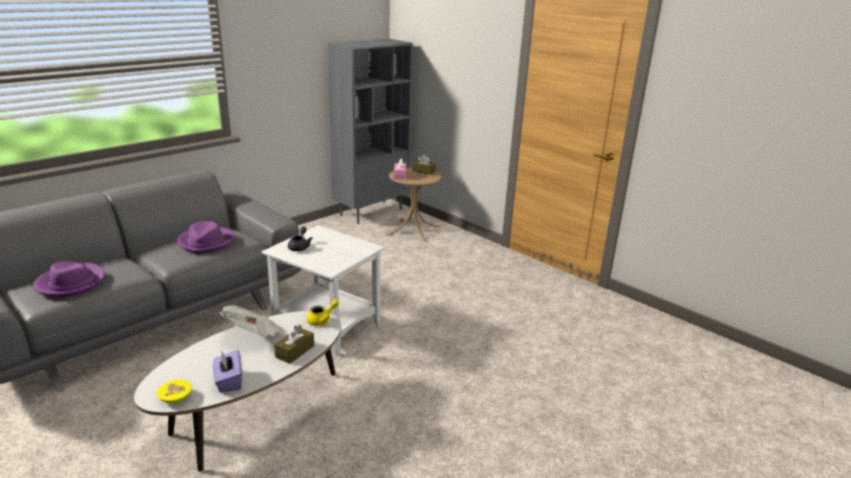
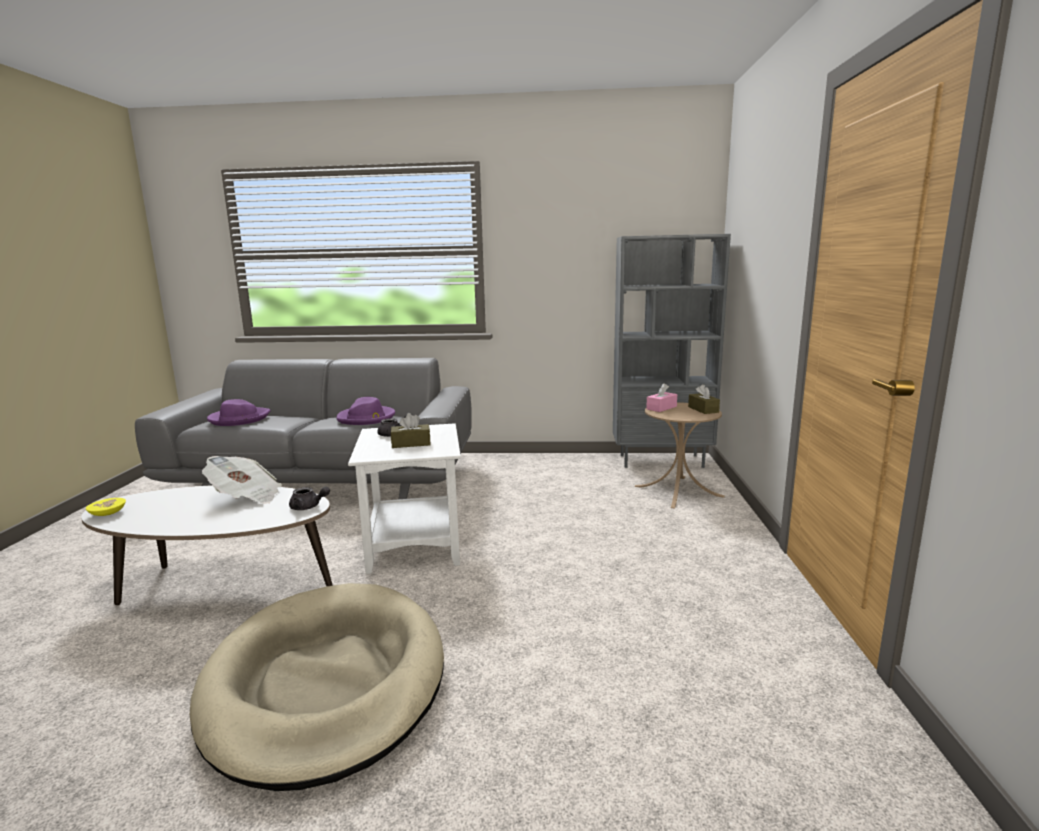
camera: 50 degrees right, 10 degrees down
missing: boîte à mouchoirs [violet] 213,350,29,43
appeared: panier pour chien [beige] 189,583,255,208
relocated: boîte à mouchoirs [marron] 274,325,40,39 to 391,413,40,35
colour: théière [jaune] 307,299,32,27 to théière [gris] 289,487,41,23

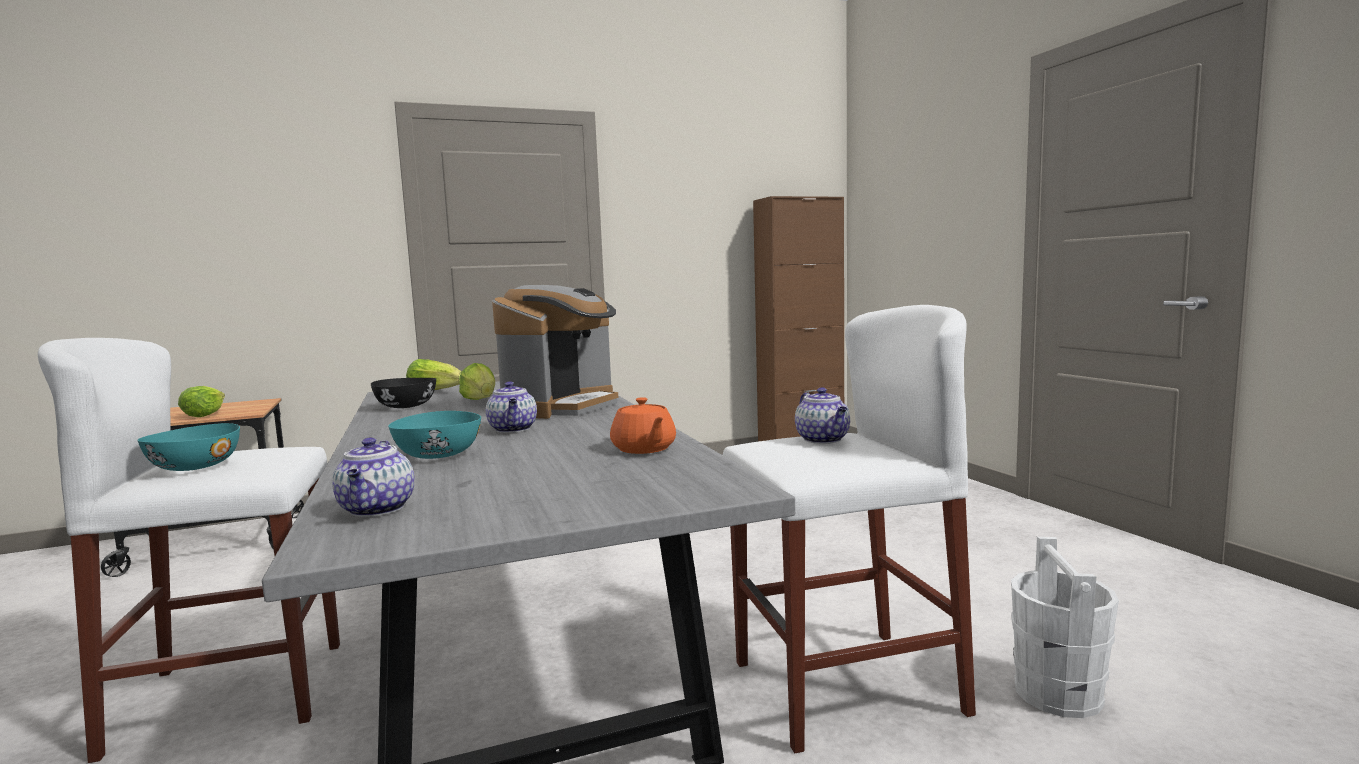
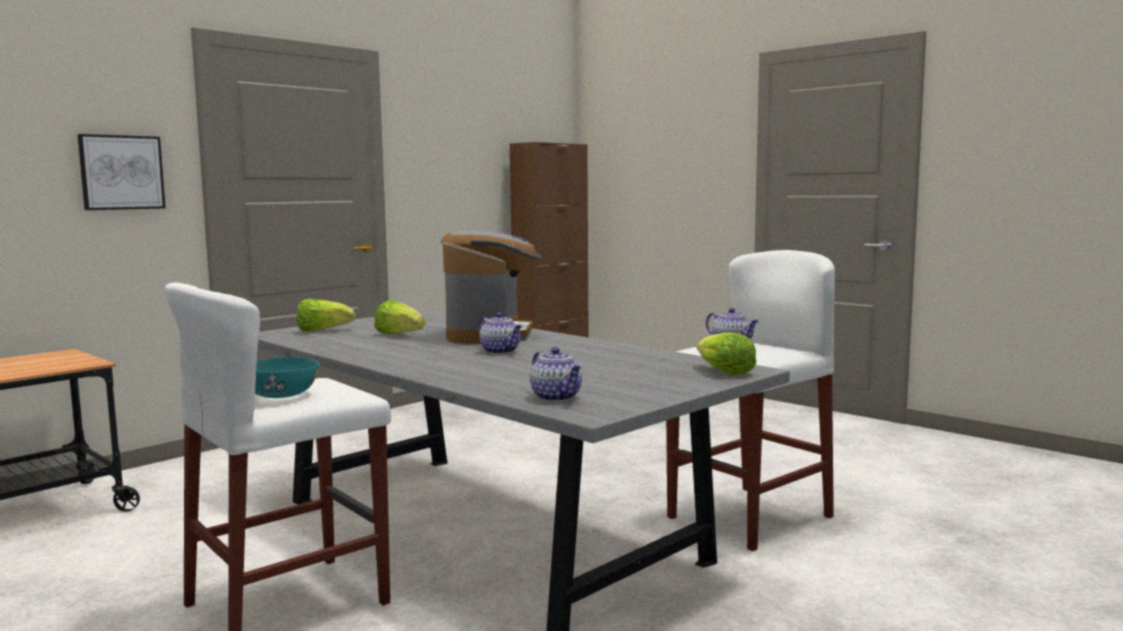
camera: 25 degrees left, 0 degrees up
missing: bol [noir] 371,378,65,30; bol [turquoise] 388,411,93,48; théière [orange] 610,397,66,57; seau [blanc] 1011,537,108,181
appeared: tableau 77,134,89,76
relocated: laitue 178,386,47,31 to 696,332,60,43

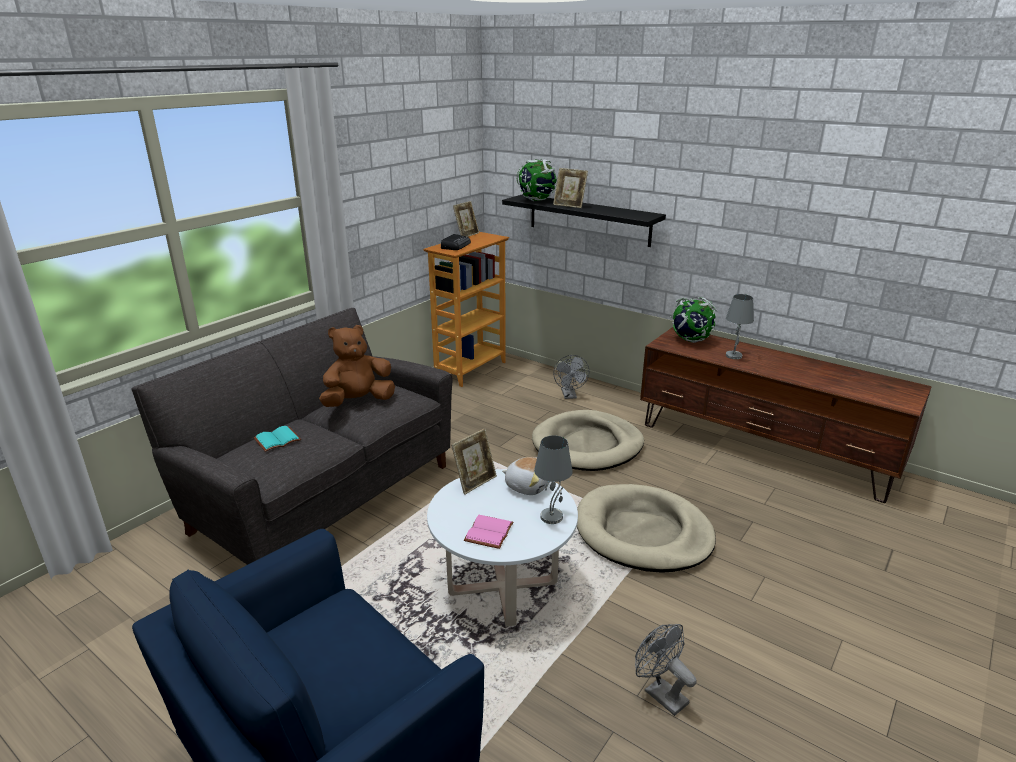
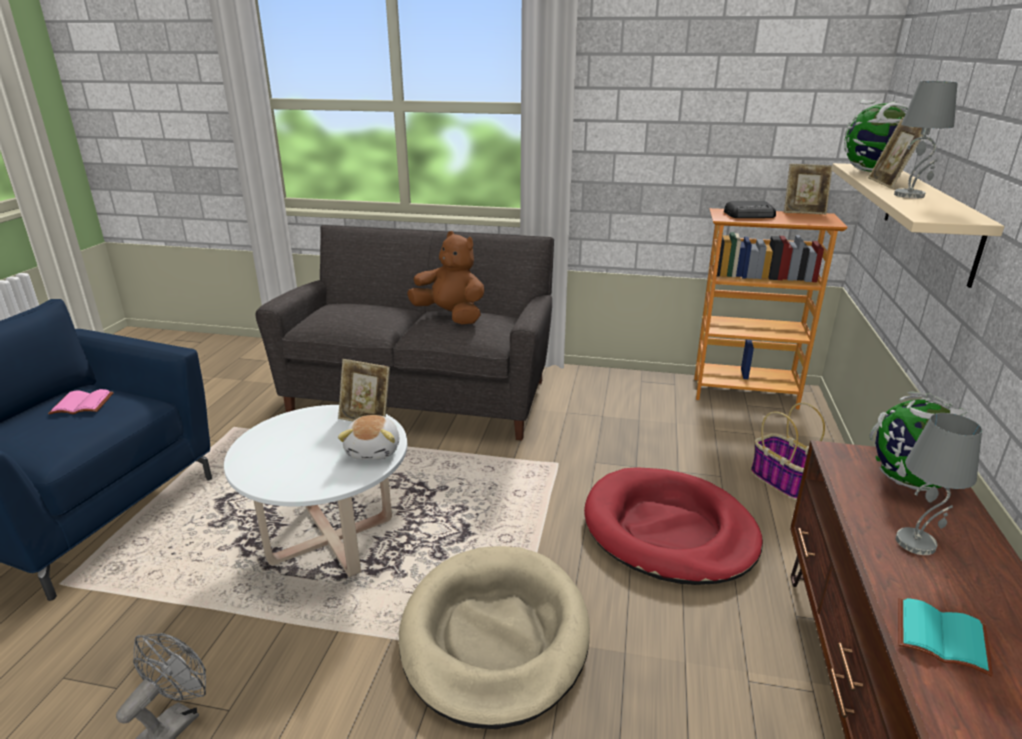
camera: 65 degrees right, 0 degrees up
relocated: livre [turquoise] 254,426,47,26 to 898,598,95,78; livre [rose] 464,515,50,34 to 48,389,66,25; lampe de table [gris] 534,435,39,89 to 894,81,64,117
exchanged: ventilateur [gris] 553,355,36,44 to panier 751,403,74,98
colour: étagère [noir] 502,194,164,53 to étagère [beige] 832,163,172,125; panier pour chien [beige] 532,410,112,61 to panier pour chien [rouge] 584,467,179,118

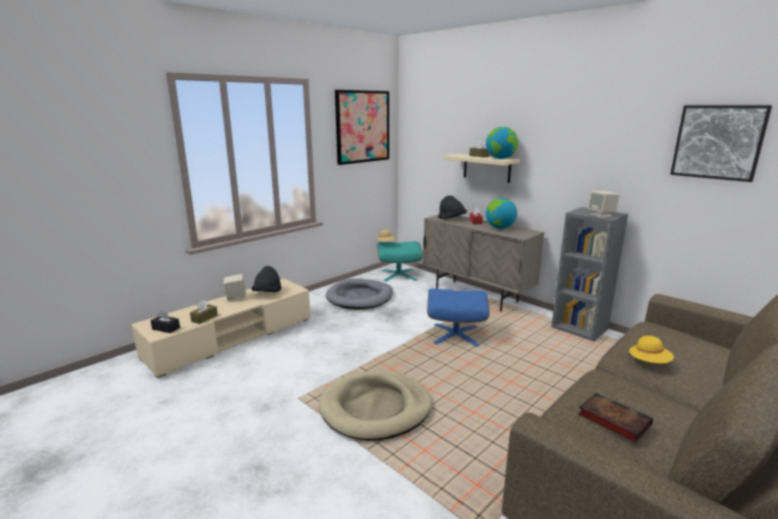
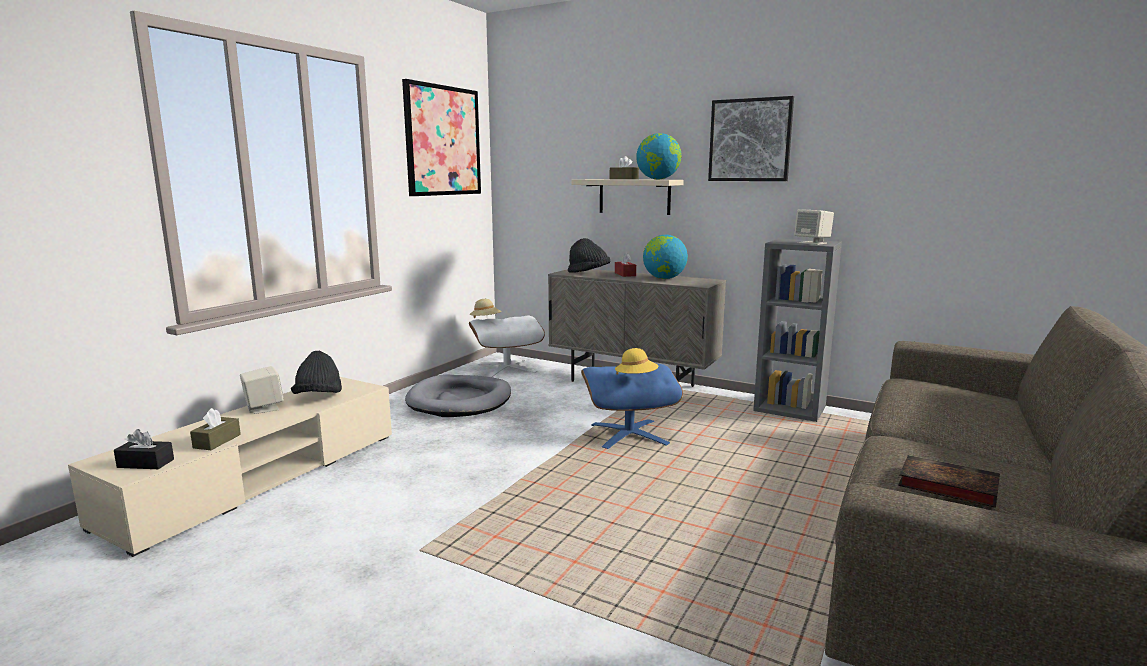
camera: 15 degrees left, 5 degrees down
missing: panier pour chien [beige] 319,370,113,71
relocated: chapeau [jaune] 628,336,46,27 to 615,348,43,26; tableau 670,105,102,77 to 708,96,86,85
colour: pouf [turquoise] 377,241,46,41 to pouf [blanc] 469,316,76,61

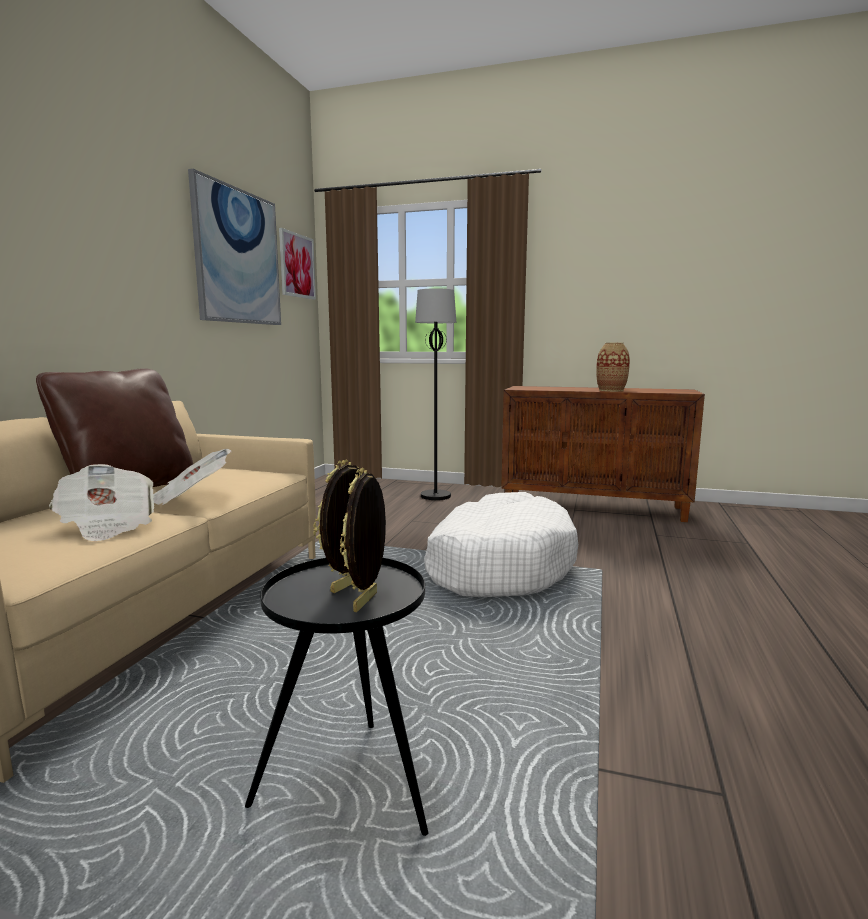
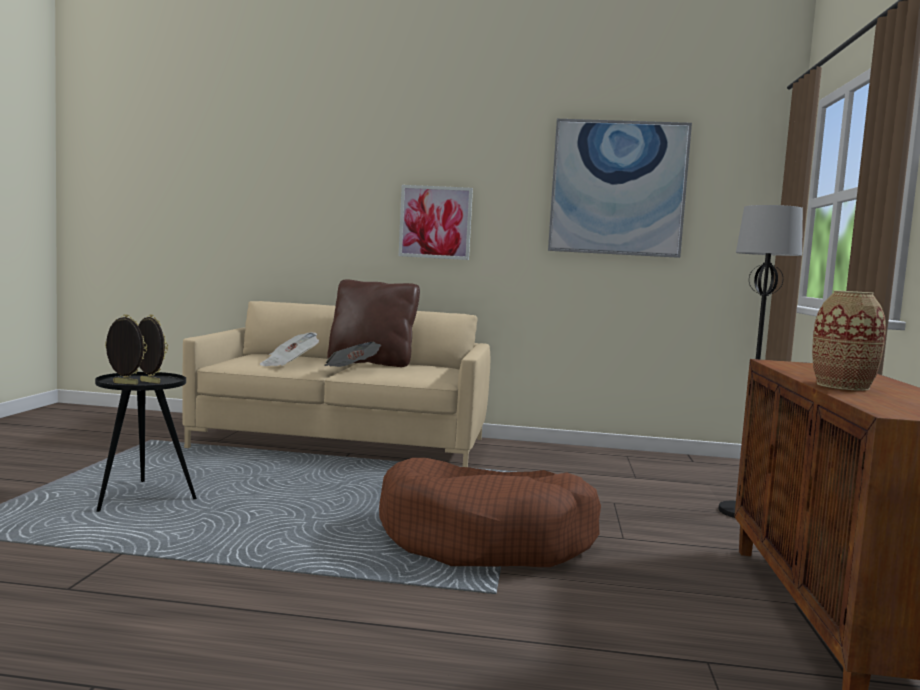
camera: 80 degrees right, 5 degrees down
relocated: tableau 279,228,37,72 to 399,185,74,75
colour: panier pour chien [blanc] 424,492,154,105 to panier pour chien [marron] 379,458,222,109

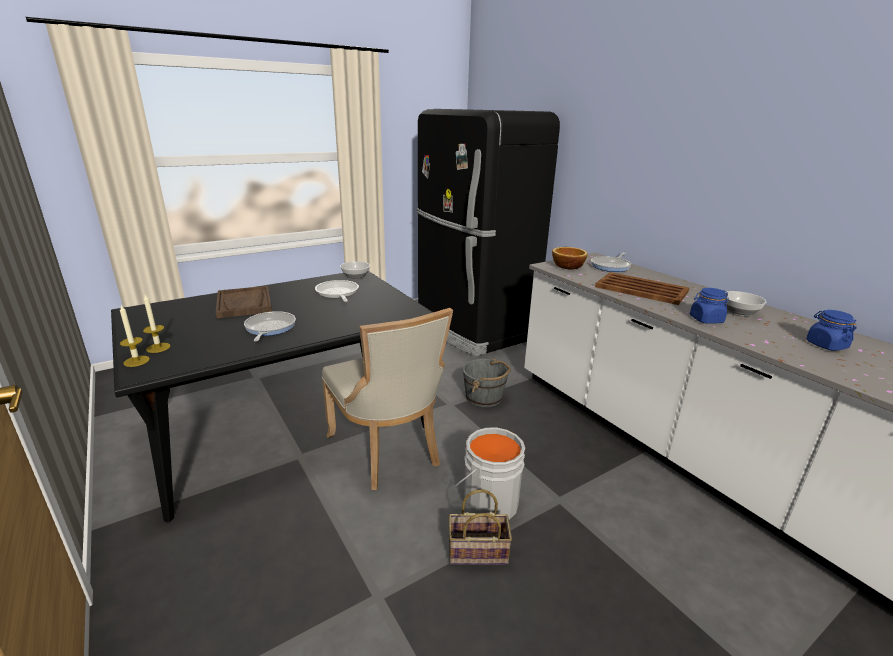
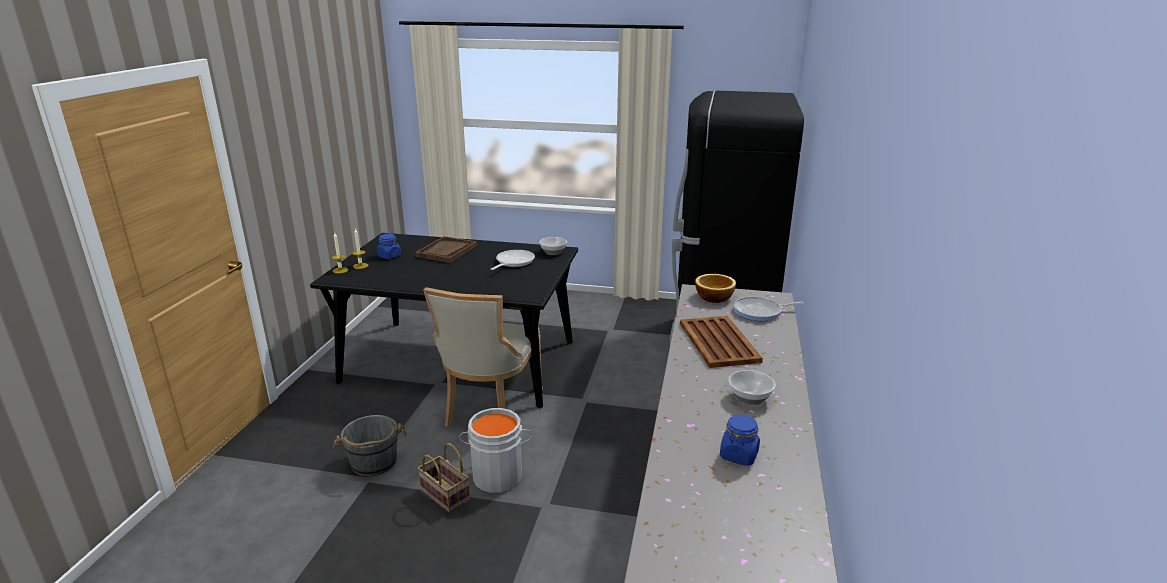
camera: 45 degrees right, 0 degrees up
missing: poêle 244,311,52,31
relocated: seau [gris] 463,359,48,48 to 333,415,74,62; bocal [bleu] 690,288,39,36 to 377,234,24,25

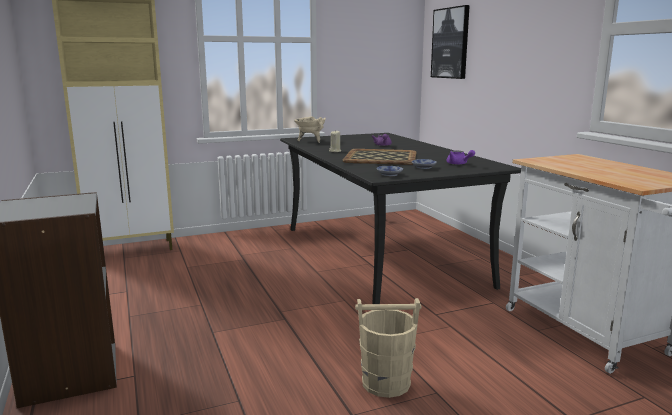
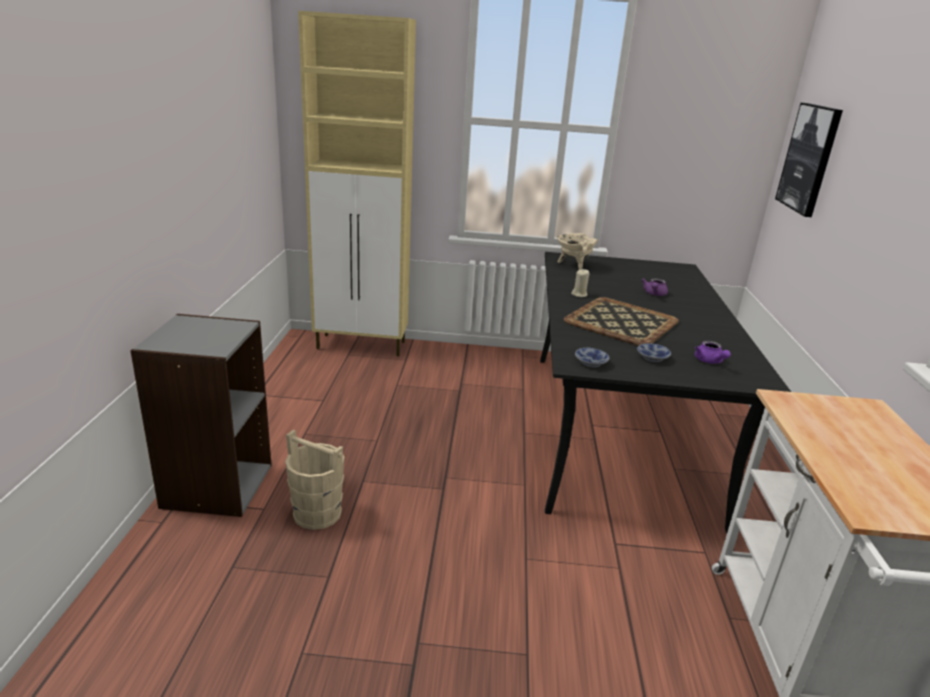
camera: 25 degrees right, 10 degrees up
relocated: seau [beige] 355,298,66,100 to 285,430,59,100

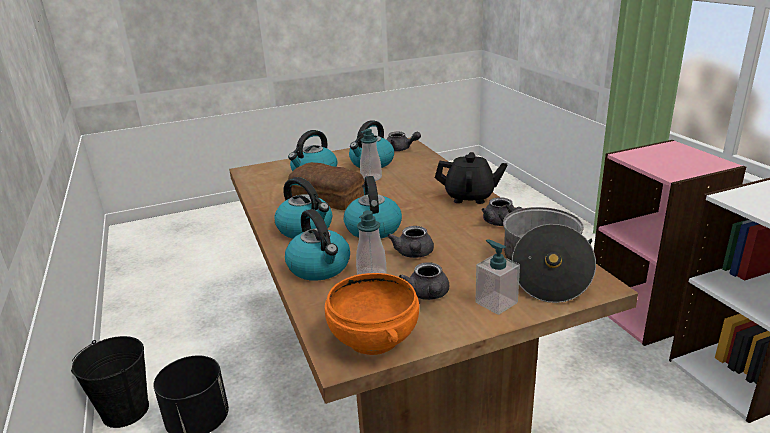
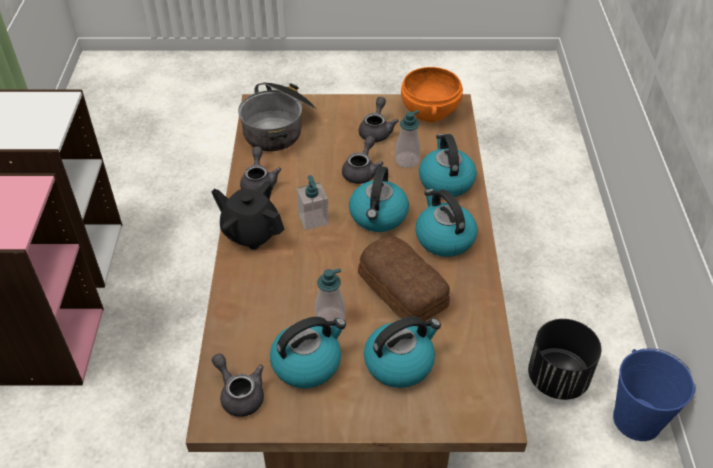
camera: 160 degrees left, 20 degrees up
relocated: distributeur de savon 475,239,45,76 to 297,175,32,55
colour: seau [noir] 71,336,78,92 to seau [bleu] 613,348,83,93

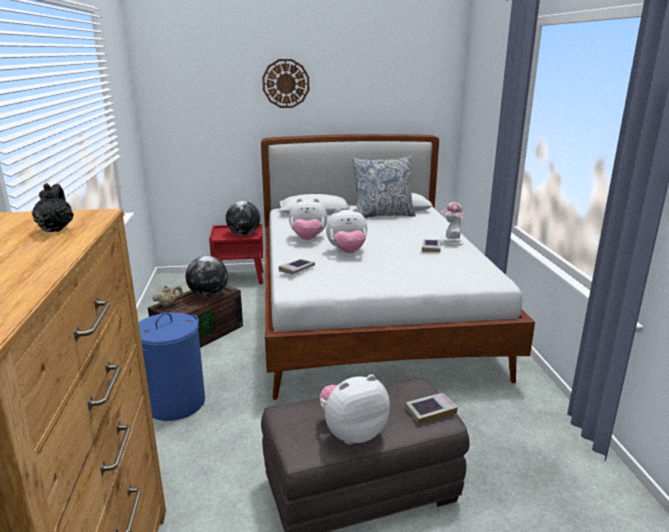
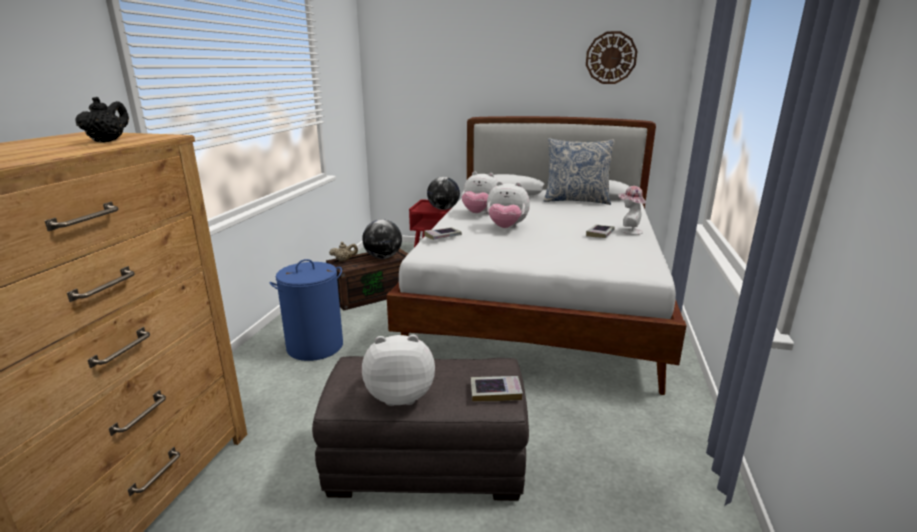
camera: 20 degrees right, 0 degrees up
relocated: horloge murale 262,59,47,49 to 586,31,51,53

